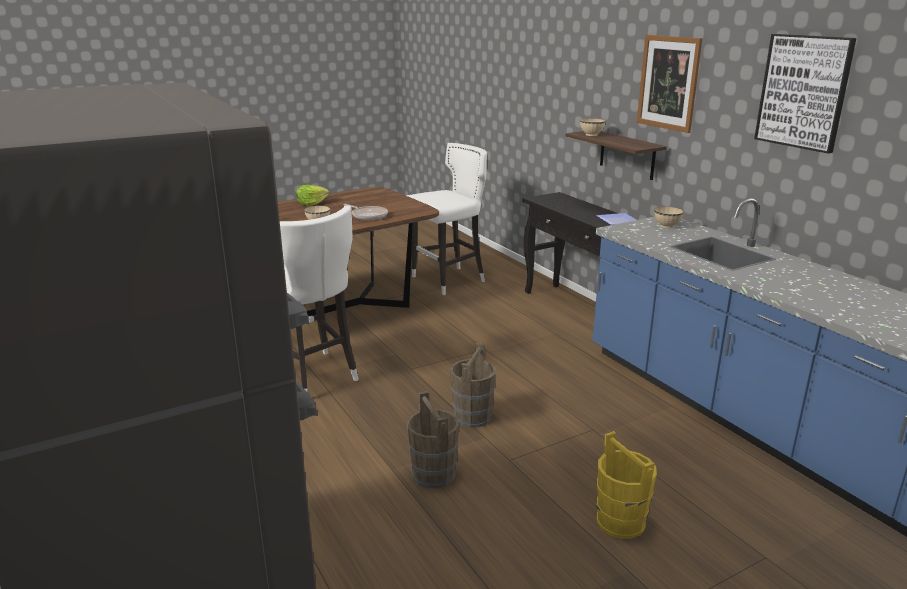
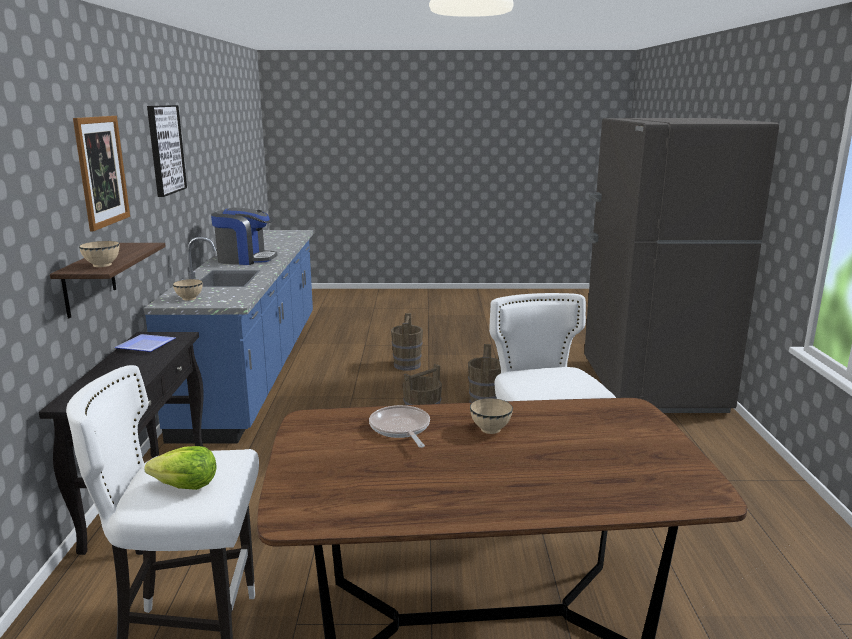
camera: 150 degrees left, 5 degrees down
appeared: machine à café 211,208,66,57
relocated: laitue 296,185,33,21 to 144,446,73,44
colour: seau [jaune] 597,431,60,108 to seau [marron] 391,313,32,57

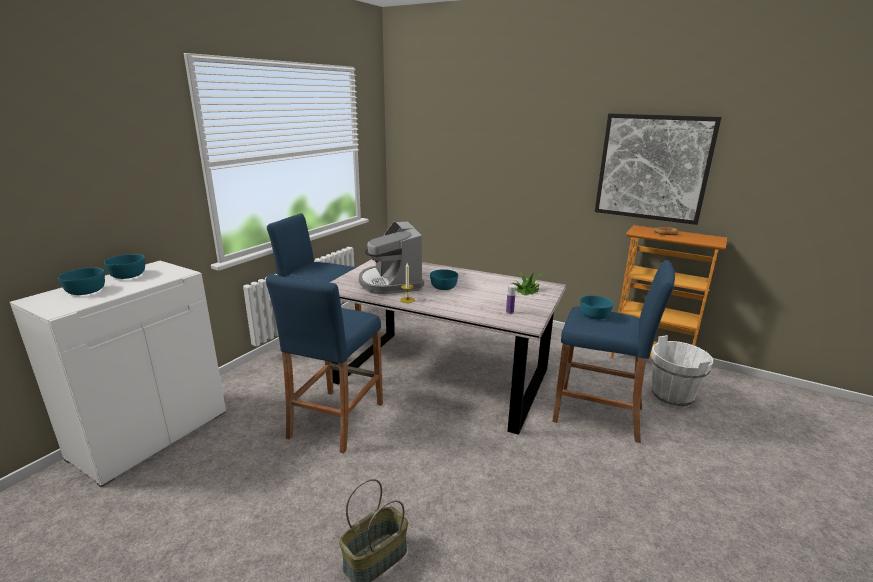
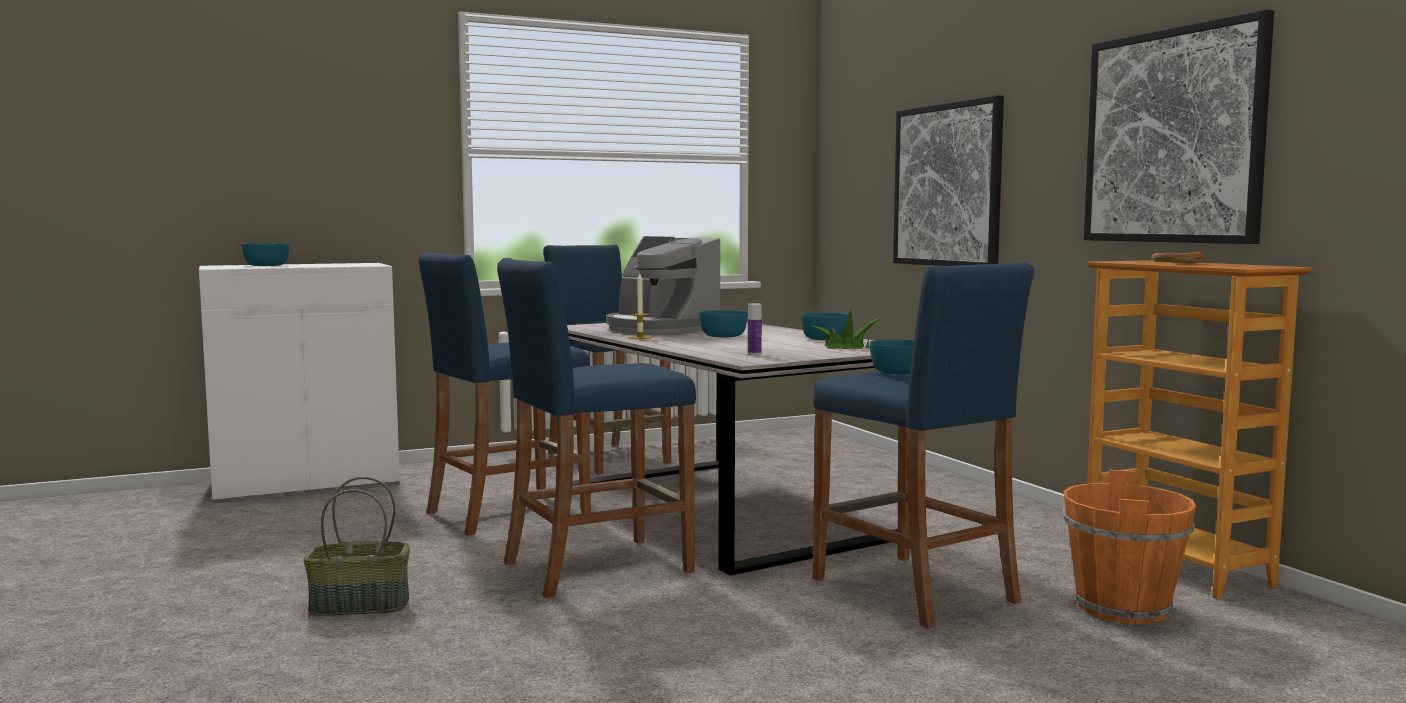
camera: 35 degrees right, 15 degrees down
appeared: tabouret [bleu] 497,258,199,340; tableau 893,95,111,171
relocated: bol [turquoise] 104,254,41,25 to 801,312,48,29
colour: seau [blanc] 651,335,62,73 to seau [orange] 1063,470,133,154
spun: machine à café 359,221,65,73 = 606,236,114,98 60 degrees counterclockwise

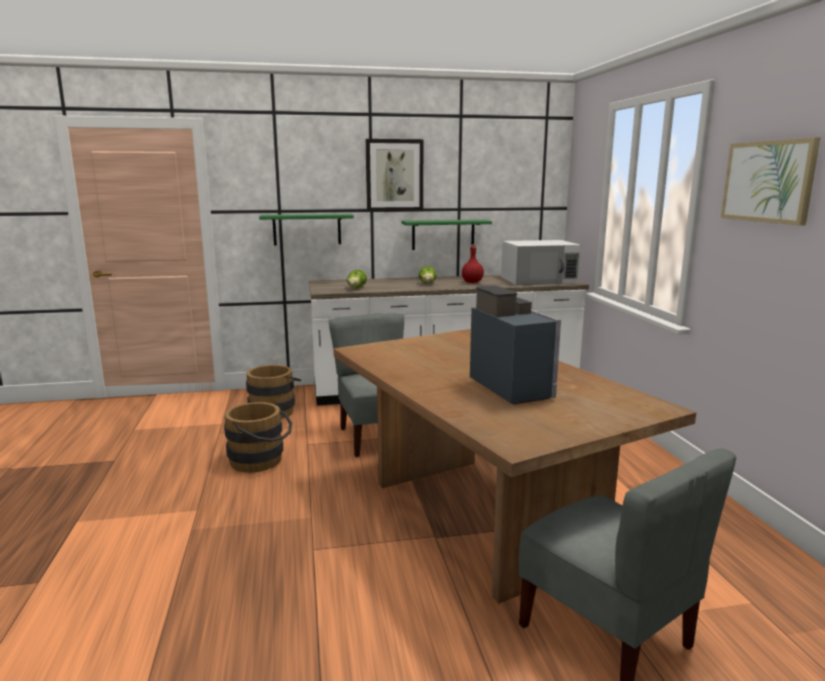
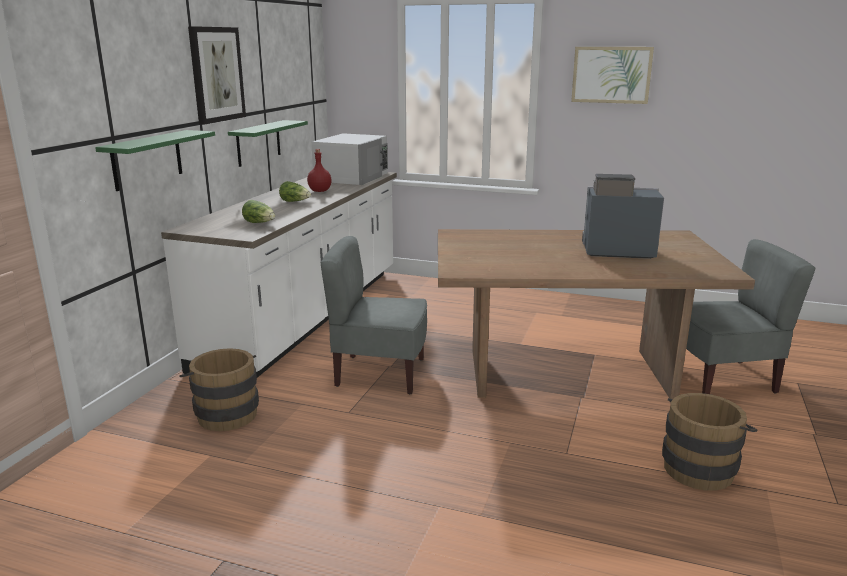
camera: 60 degrees left, 5 degrees up
relocated: seau [marron] 224,402,68,70 to 662,393,96,98

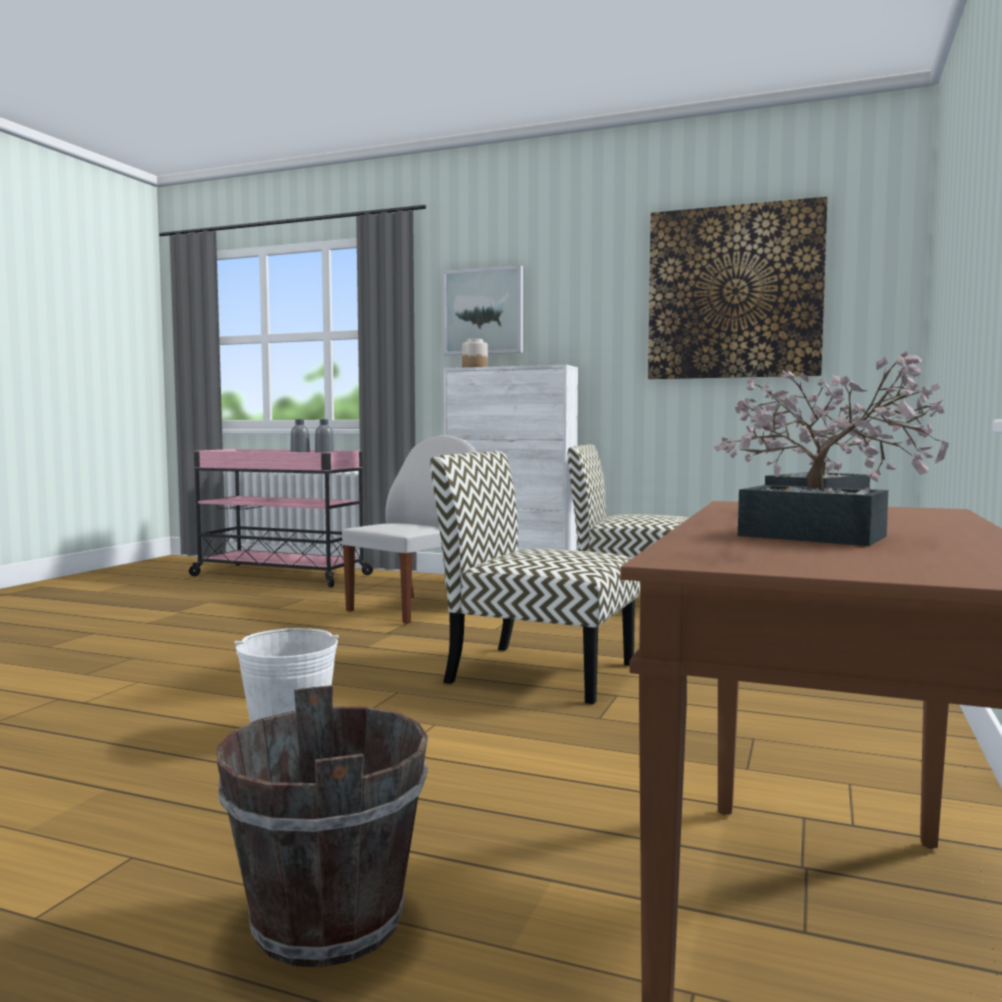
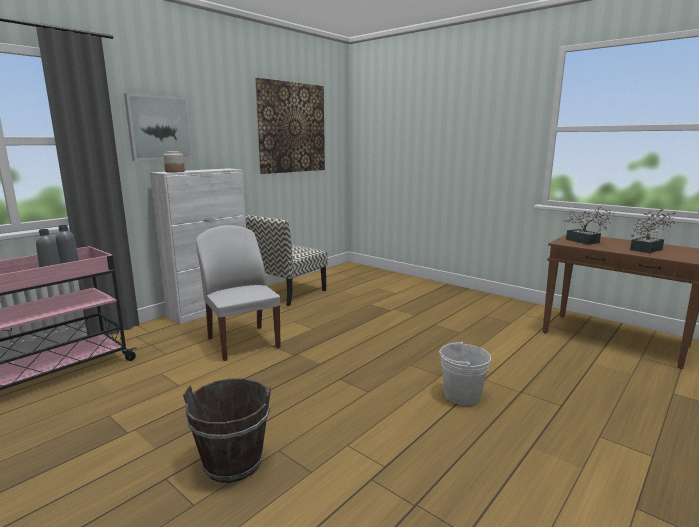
camera: 70 degrees left, 10 degrees up
missing: chaise 430,451,210,253
relocated: seau [marron] 217,685,211,282 to 183,378,88,105

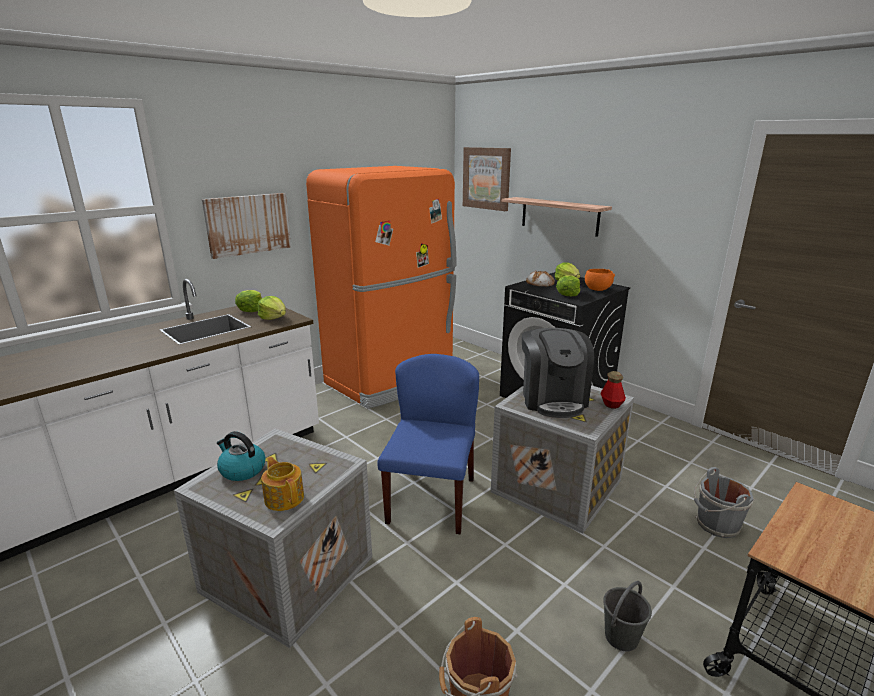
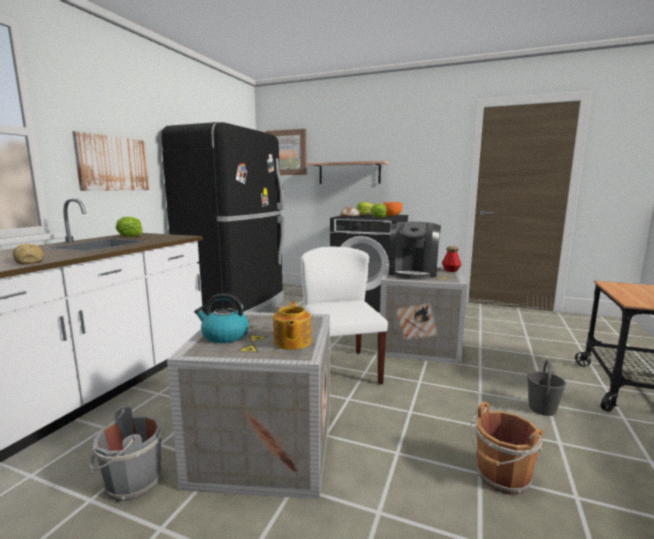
camera: 25 degrees left, 10 degrees down
missing: laitue 258,296,28,24
appeared: pain 13,244,31,20
relocated: seau [gris] 694,467,61,71 to 88,406,75,95
colour: réfrigérateur [orange] 306,166,151,243 to réfrigérateur [noir] 161,122,124,192; chaise [bleu] 377,354,102,180 to chaise [blanc] 301,247,87,138
spun: théière 261,457,43,54 = 273,302,39,48 120 degrees counterclockwise; machine à café 522,328,72,90 = 389,222,52,57 45 degrees clockwise

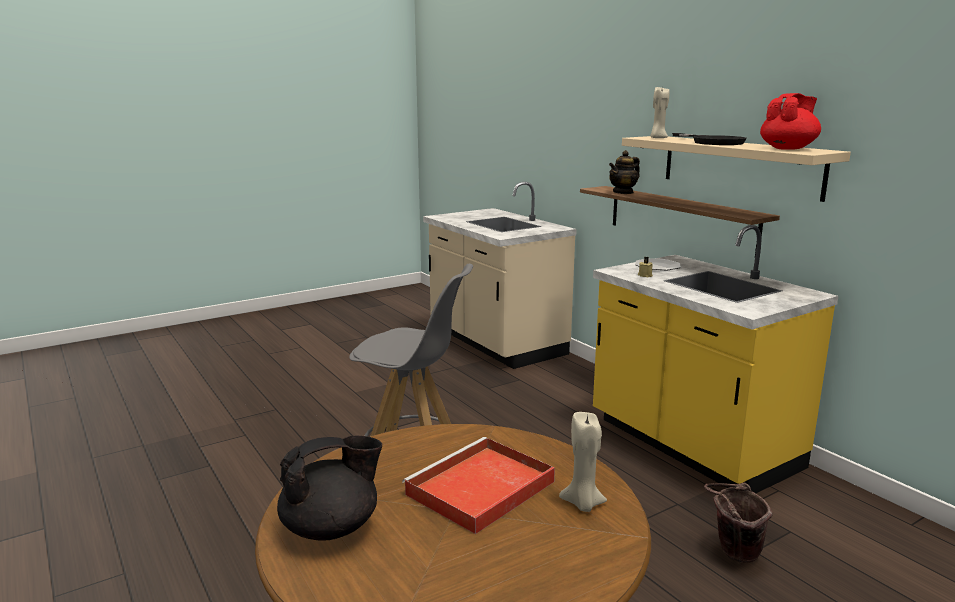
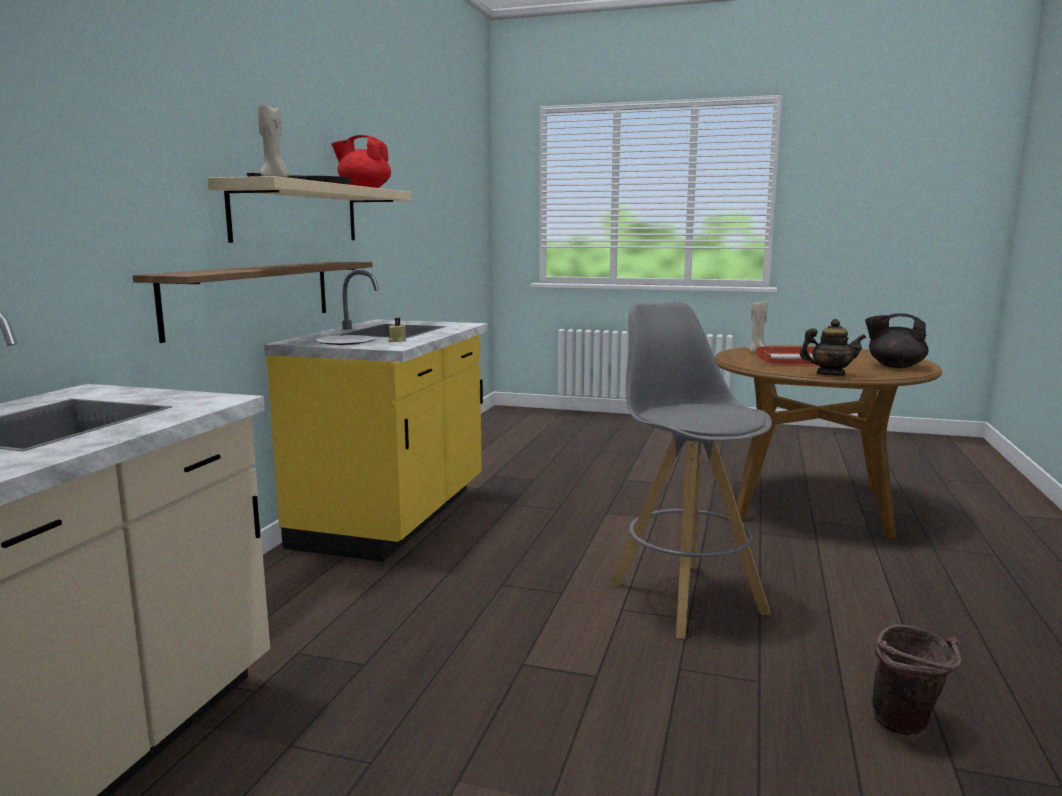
camera: 130 degrees left, 5 degrees down
relocated: théière 609,150,31,44 to 800,319,66,57; seau [marron] 704,483,68,80 to 872,625,89,110

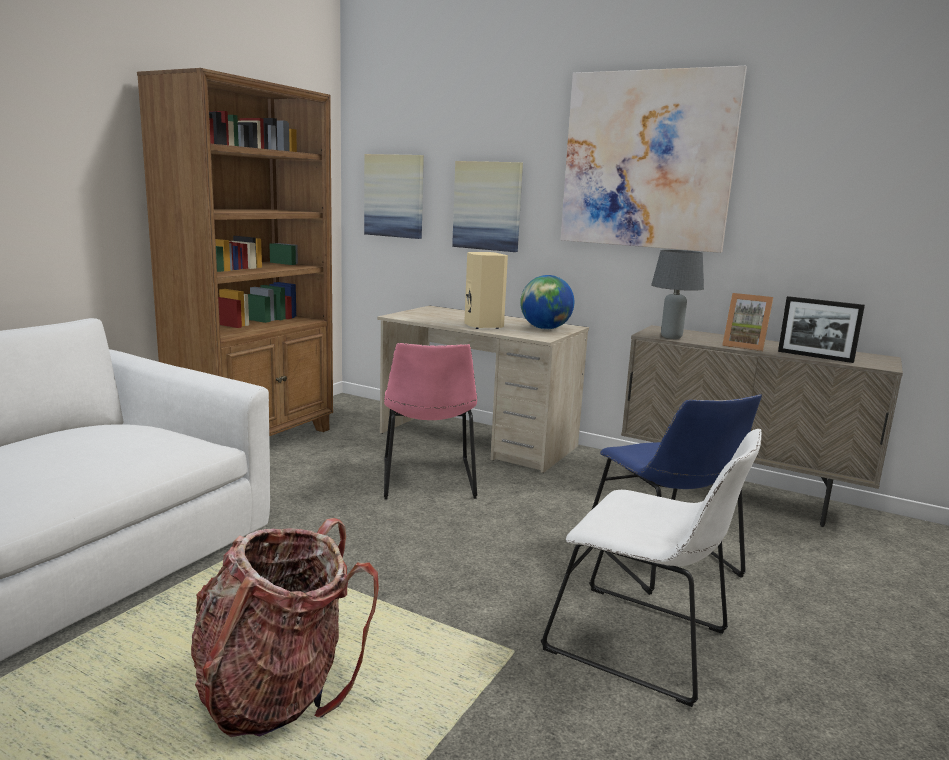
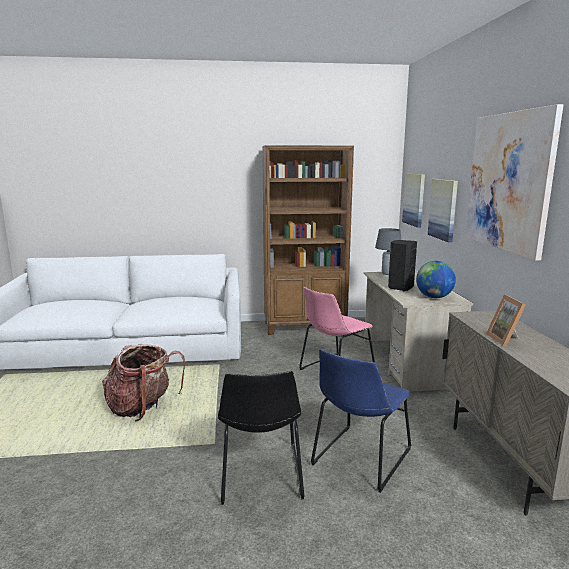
camera: 55 degrees right, 0 degrees up
missing: cadre photo 778,296,87,67
relocated: lampe de table [gris] 651,249,53,90 to 375,228,26,47
colour: enceinte [beige] 464,252,44,77 to enceinte [noir] 388,240,29,51; chaise [blanc] 541,429,221,278 to chaise [noir] 218,371,87,134

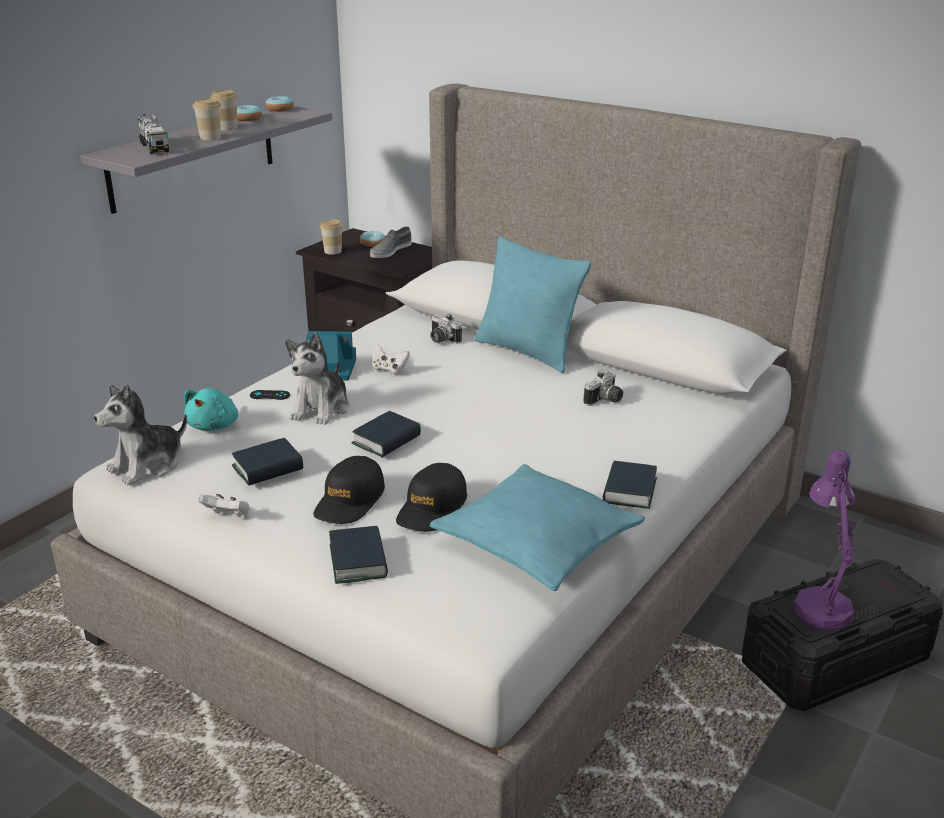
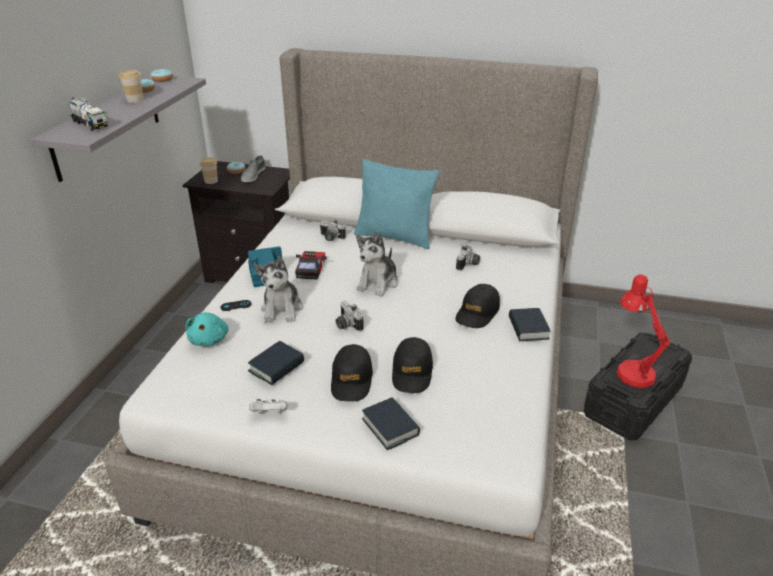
camera: 20 degrees left, 5 degrees up
missing: tasse 193,98,28,43; coussin [turquoise] 430,464,215,127
appeared: casquette [noir] 455,284,45,44
relocated: peluche 94,384,93,101 to 356,232,42,65
exchanged: livre 352,411,69,46 to appareil photo 336,301,28,30; manette [blanc] 372,345,38,29 to petite voiture 295,251,32,29
colour: lampe de table [violet] 793,450,63,181 to lampe de table [rouge] 617,274,53,114

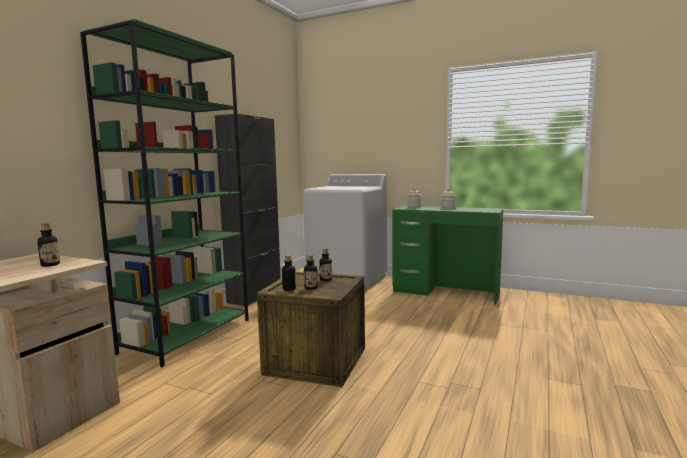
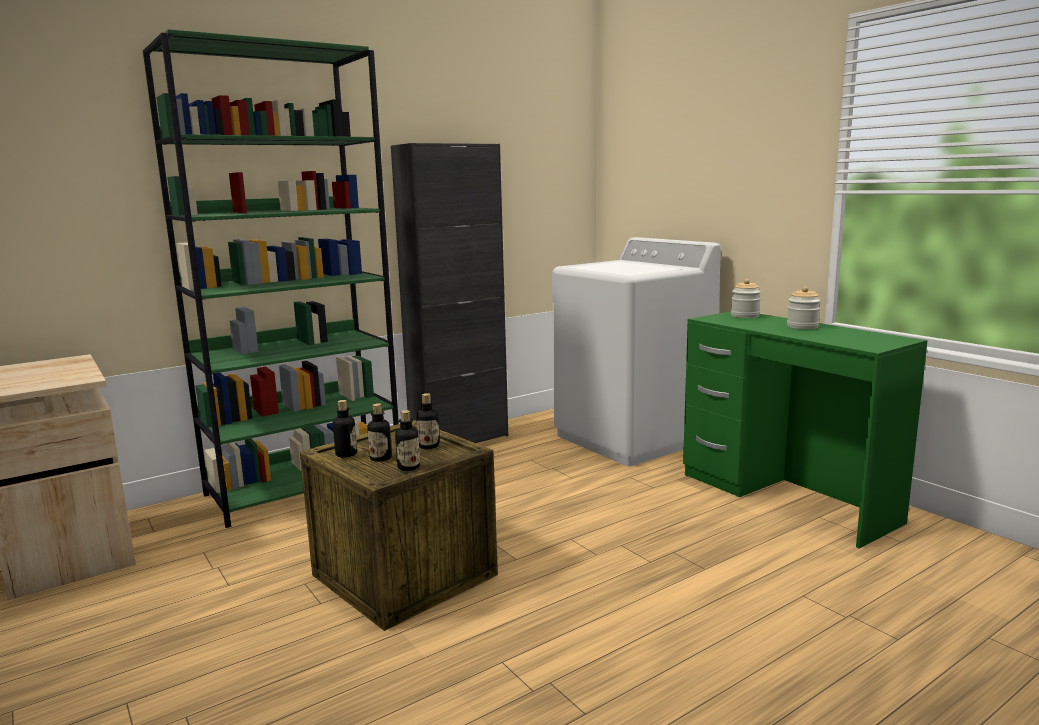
camera: 30 degrees right, 5 degrees up
relocated: bouteille 37,223,23,44 to 395,410,25,61

